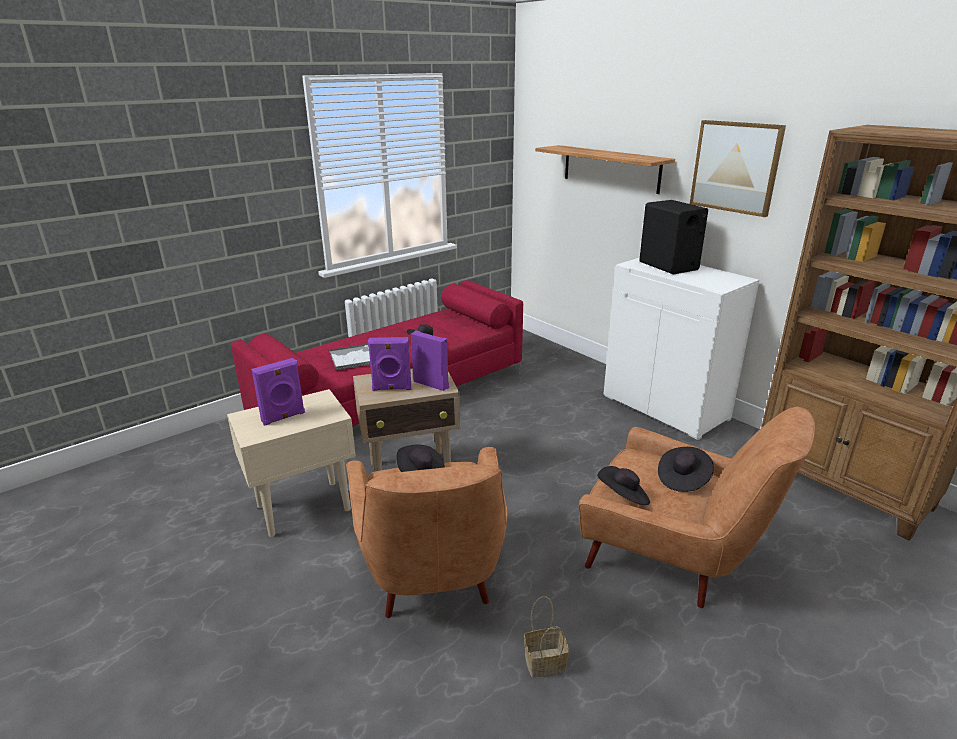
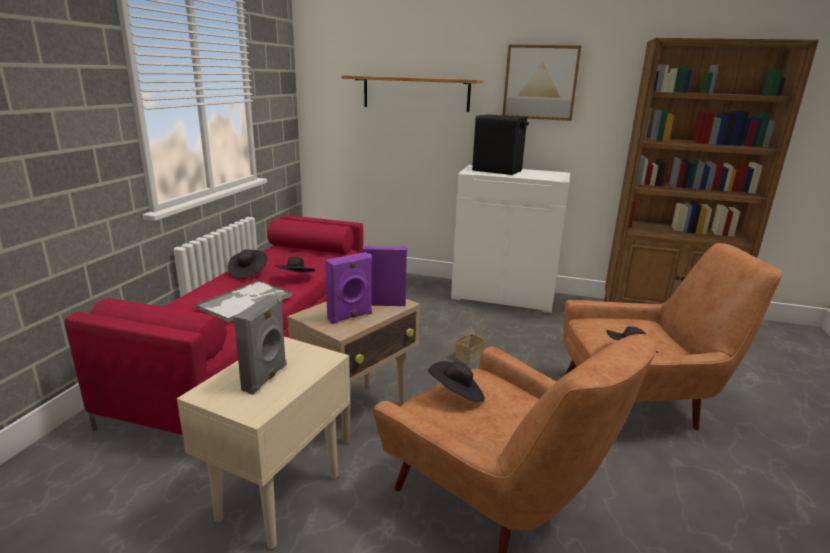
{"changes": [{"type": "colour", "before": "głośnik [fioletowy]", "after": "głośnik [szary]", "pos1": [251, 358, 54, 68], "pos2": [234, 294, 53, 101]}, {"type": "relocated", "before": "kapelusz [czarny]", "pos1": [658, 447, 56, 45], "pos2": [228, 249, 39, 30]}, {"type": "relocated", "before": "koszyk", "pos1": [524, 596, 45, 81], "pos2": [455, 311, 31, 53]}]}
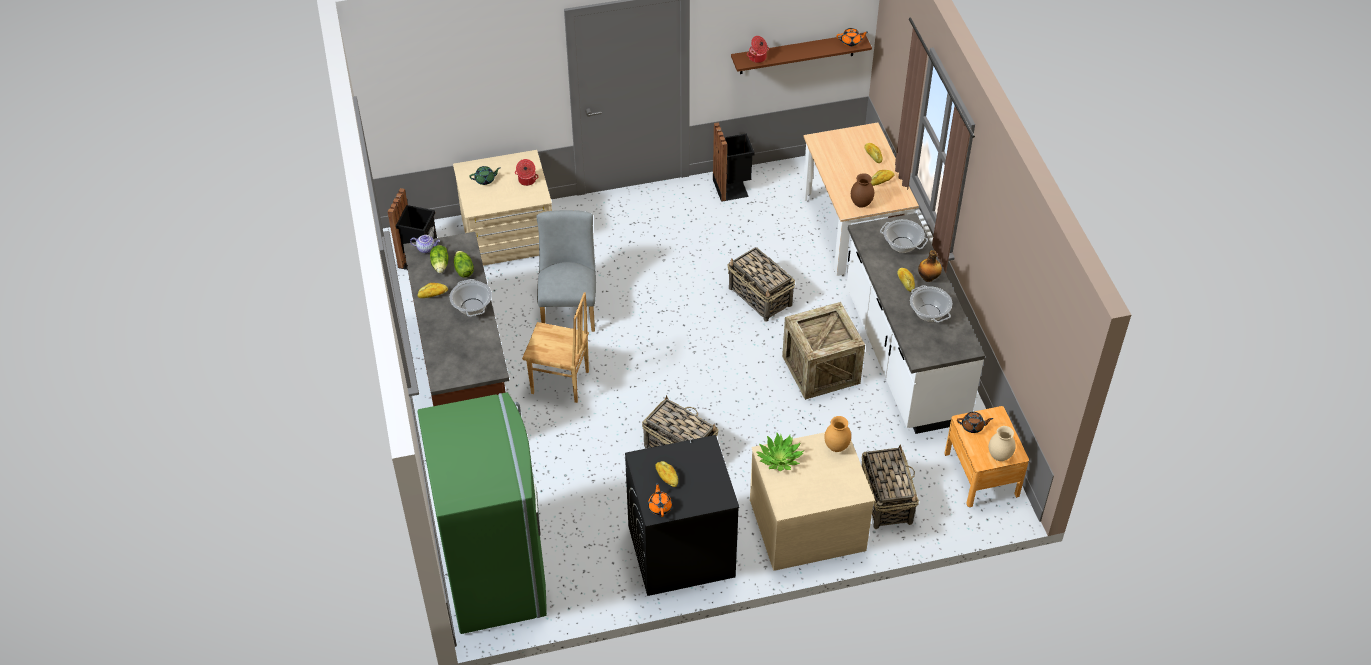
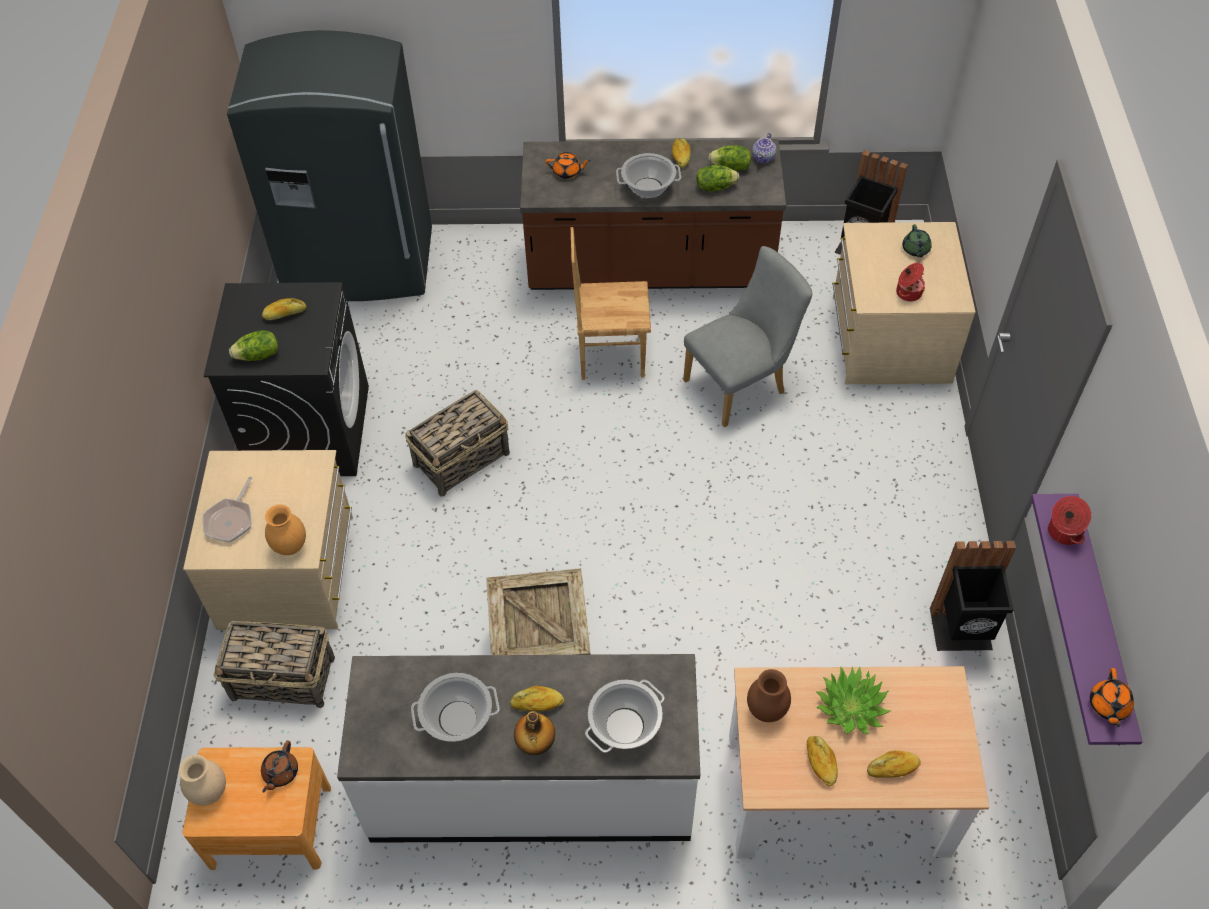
{"changes": [{"type": "colour", "before": "półka [brązowy]", "after": "półka [fioletowy]", "pos1": [731, 33, 141, 41], "pos2": [1031, 494, 112, 251]}, {"type": "spun", "before": "krzesło [szary]", "pos1": [536, 210, 60, 122], "pos2": [683, 246, 129, 181], "turn": -45}, {"type": "missing", "before": "koszyk", "pos1": [727, 247, 68, 75]}, {"type": "spun", "before": "krzesło [brązowy]", "pos1": [522, 292, 67, 111], "pos2": [571, 227, 80, 153], "turn": 60}, {"type": "colour", "before": "lodówka [zielony]", "after": "lodówka [szary]", "pos1": [417, 392, 130, 242], "pos2": [227, 30, 205, 271]}, {"type": "relocated", "before": "roślina doniczkowa", "pos1": [756, 433, 47, 39], "pos2": [816, 666, 75, 69]}, {"type": "relocated", "before": "imbryk [pomarańczowy]", "pos1": [648, 482, 24, 35], "pos2": [545, 152, 45, 27]}, {"type": "appeared", "after": "sałata", "pos2": [229, 330, 49, 31]}, {"type": "appeared", "after": "patelnia", "pos2": [203, 476, 49, 66]}]}
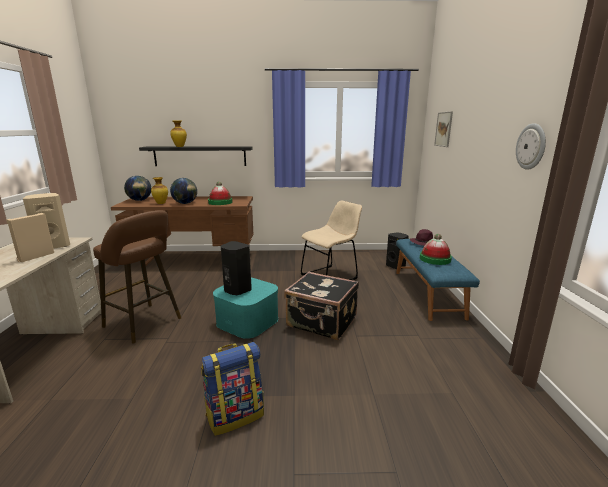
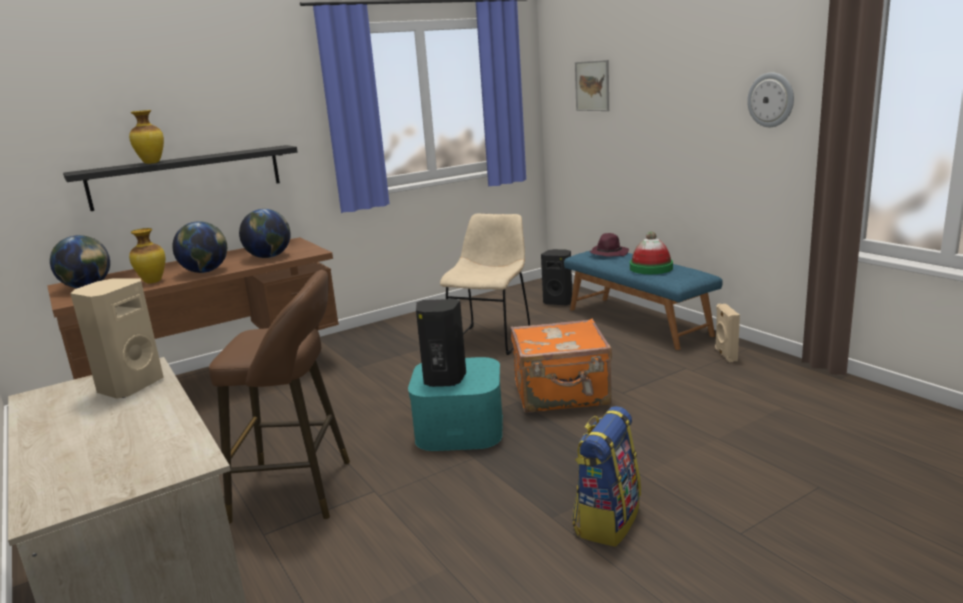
{"changes": [{"type": "exchanged", "before": "kapelusz", "after": "globus", "pos1": [208, 181, 25, 24], "pos2": [239, 209, 52, 49]}, {"type": "relocated", "before": "głośnik [beżowy]", "pos1": [6, 213, 48, 49], "pos2": [715, 304, 25, 58]}, {"type": "colour", "before": "walizka [czarny]", "after": "walizka [pomarańczowy]", "pos1": [284, 272, 75, 68], "pos2": [511, 319, 101, 94]}]}
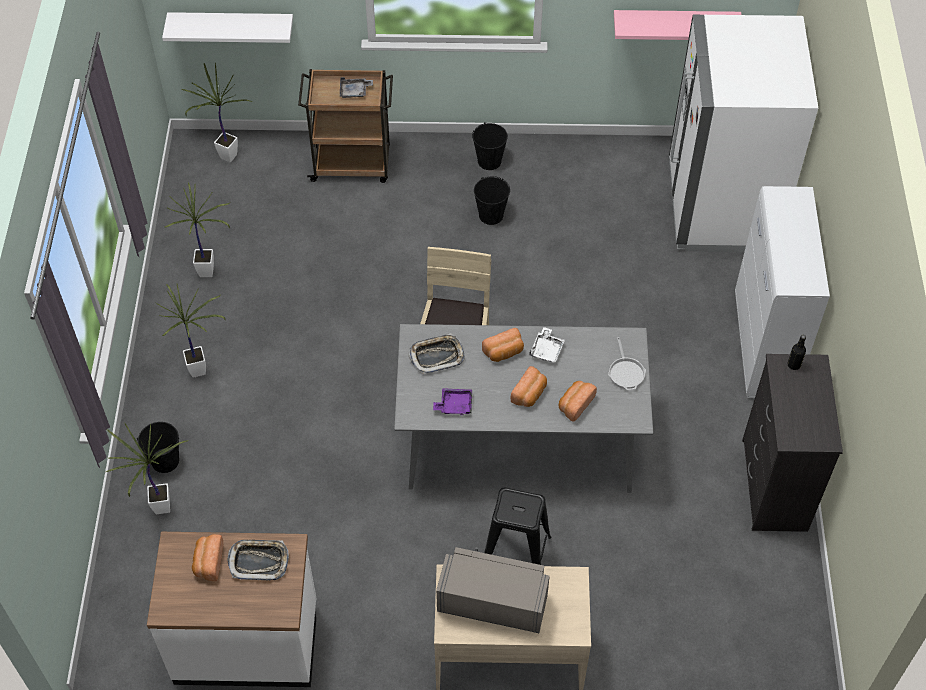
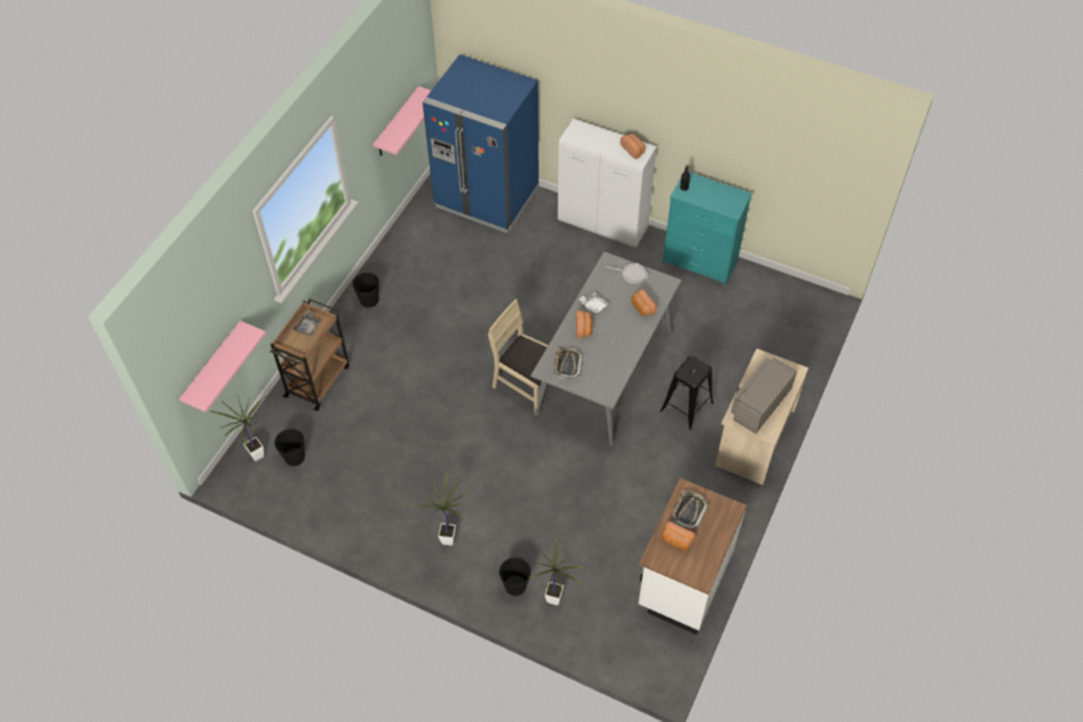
{"changes": [{"type": "colour", "before": "półka [biały]", "after": "półka [różowy]", "pos1": [162, 12, 131, 31], "pos2": [179, 321, 87, 91]}, {"type": "colour", "before": "lodówka [biały]", "after": "lodówka [niebieski]", "pos1": [669, 15, 149, 237], "pos2": [423, 55, 116, 178]}, {"type": "relocated", "before": "wiadro [czarny]", "pos1": [474, 176, 36, 49], "pos2": [274, 428, 31, 38]}, {"type": "missing", "before": "roślina doniczkowa", "pos1": [165, 183, 65, 94]}, {"type": "colour", "before": "komoda [czarny]", "after": "komoda [turkusowy]", "pos1": [742, 354, 101, 178], "pos2": [663, 172, 89, 114]}, {"type": "relocated", "before": "chleb", "pos1": [511, 366, 36, 41], "pos2": [620, 134, 26, 25]}, {"type": "missing", "before": "taca [fioletowy]", "pos1": [433, 388, 39, 27]}]}
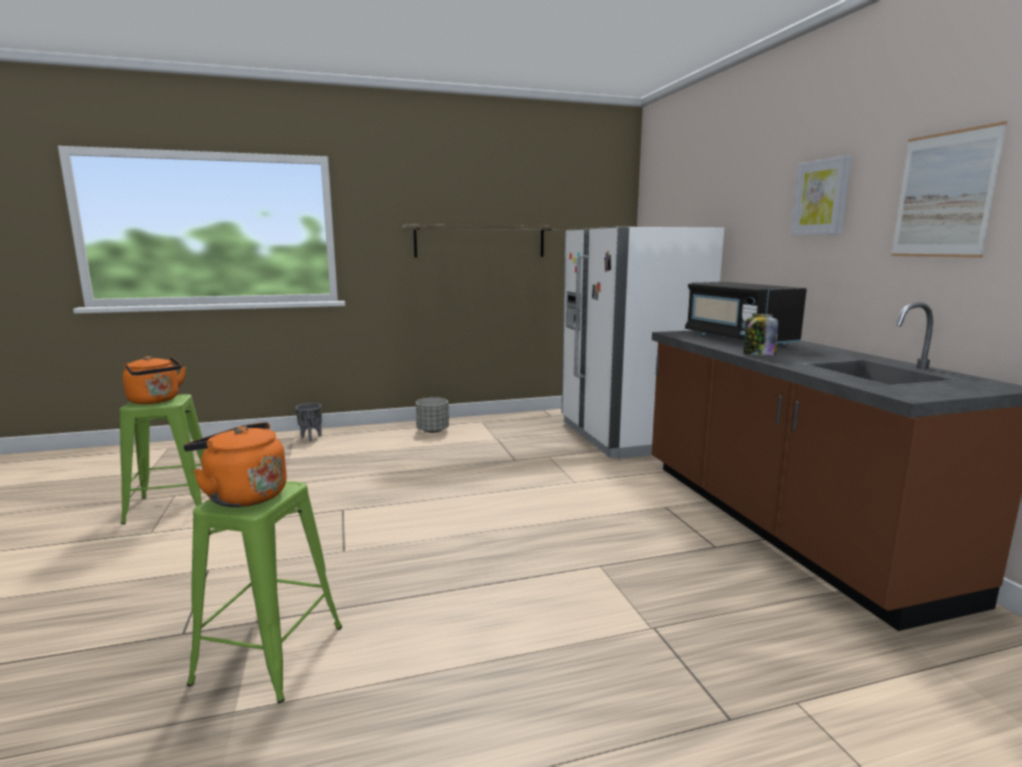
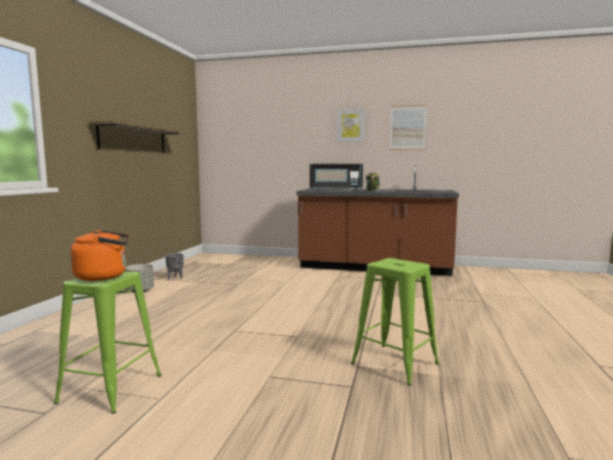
{"changes": [{"type": "missing", "before": "lodówka [biały]", "pos1": [562, 227, 162, 232]}, {"type": "relocated", "before": "donica [szary]", "pos1": [296, 403, 26, 39], "pos2": [165, 253, 18, 26]}, {"type": "missing", "before": "czajnik [pomarańczowy]", "pos1": [183, 422, 104, 85]}]}
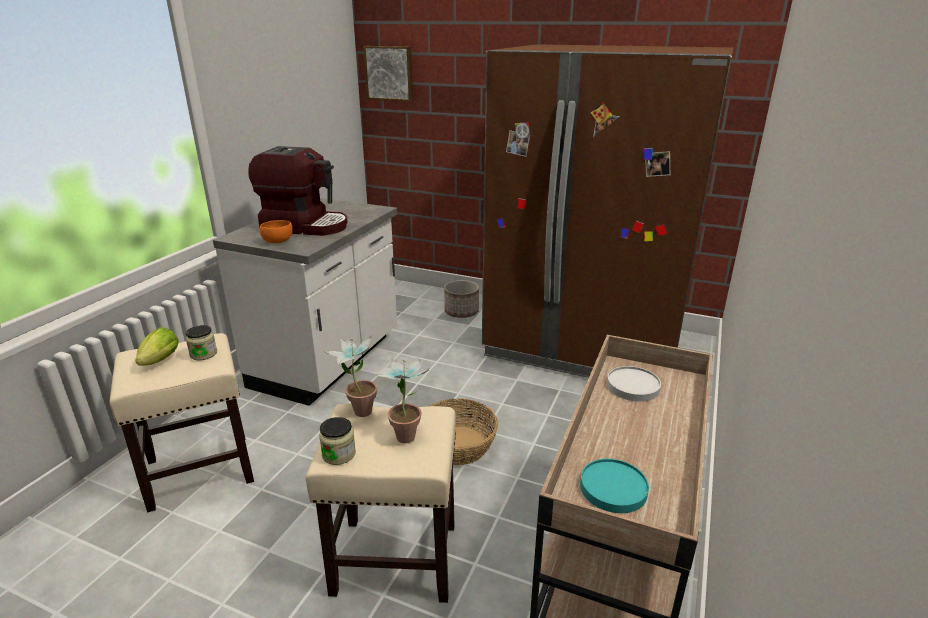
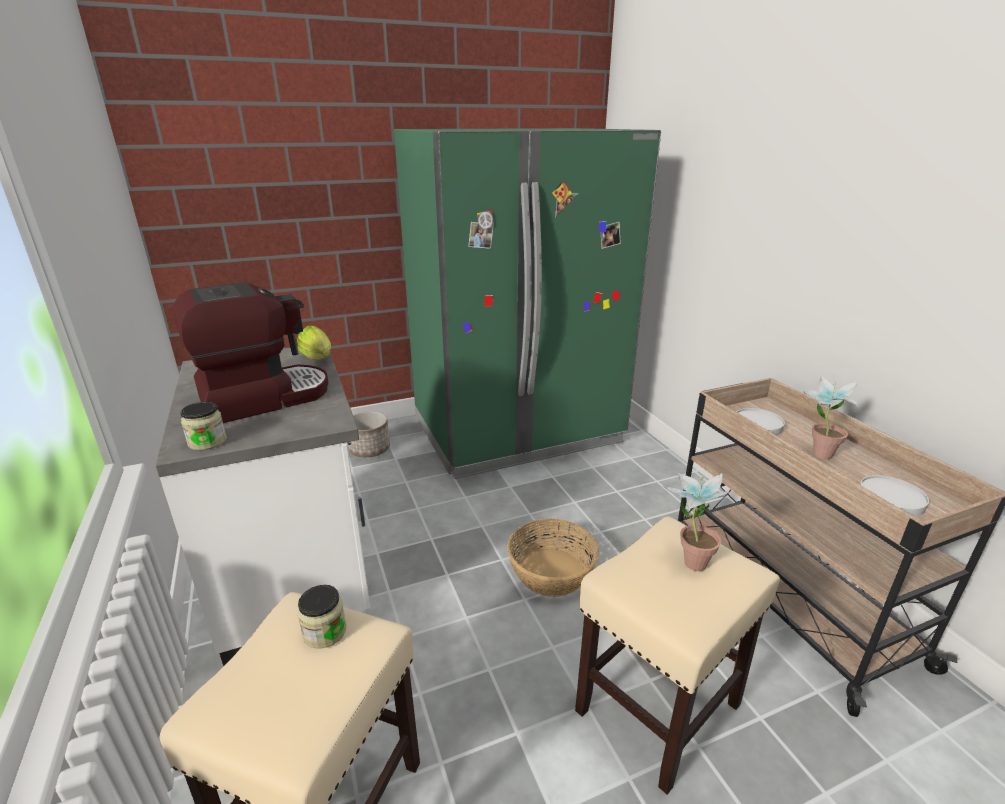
{"changes": [{"type": "colour", "before": "lodówka [brązowy]", "after": "lodówka [zielony]", "pos1": [482, 44, 252, 334], "pos2": [394, 128, 267, 351]}, {"type": "missing", "before": "obraz", "pos1": [363, 46, 50, 56]}, {"type": "missing", "before": "miska [pomarańczowy]", "pos1": [260, 220, 33, 23]}, {"type": "relocated", "before": "sałata", "pos1": [135, 327, 44, 39], "pos2": [297, 326, 34, 34]}, {"type": "relocated", "before": "roślina doniczkowa", "pos1": [323, 335, 55, 82], "pos2": [804, 376, 54, 83]}, {"type": "relocated", "before": "słoik", "pos1": [319, 417, 37, 48], "pos2": [180, 402, 47, 49]}, {"type": "colour", "before": "talerz [turkusowy]", "after": "talerz [biały]", "pos1": [580, 459, 69, 54], "pos2": [860, 475, 69, 42]}]}
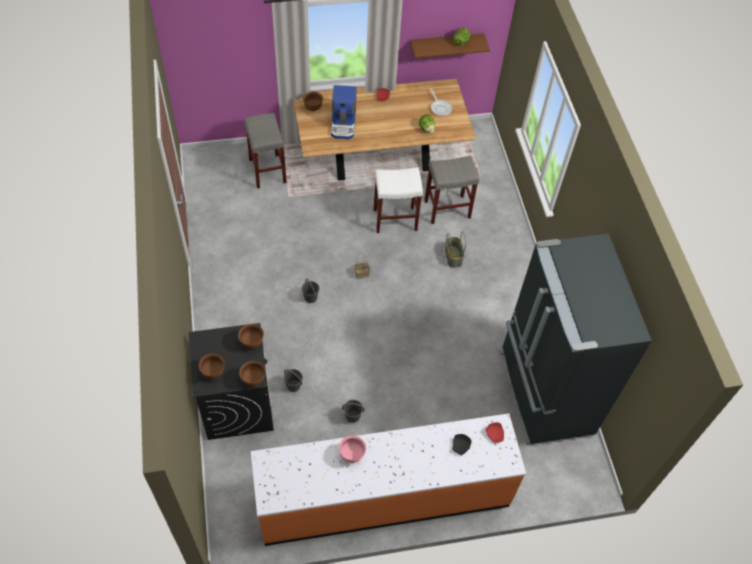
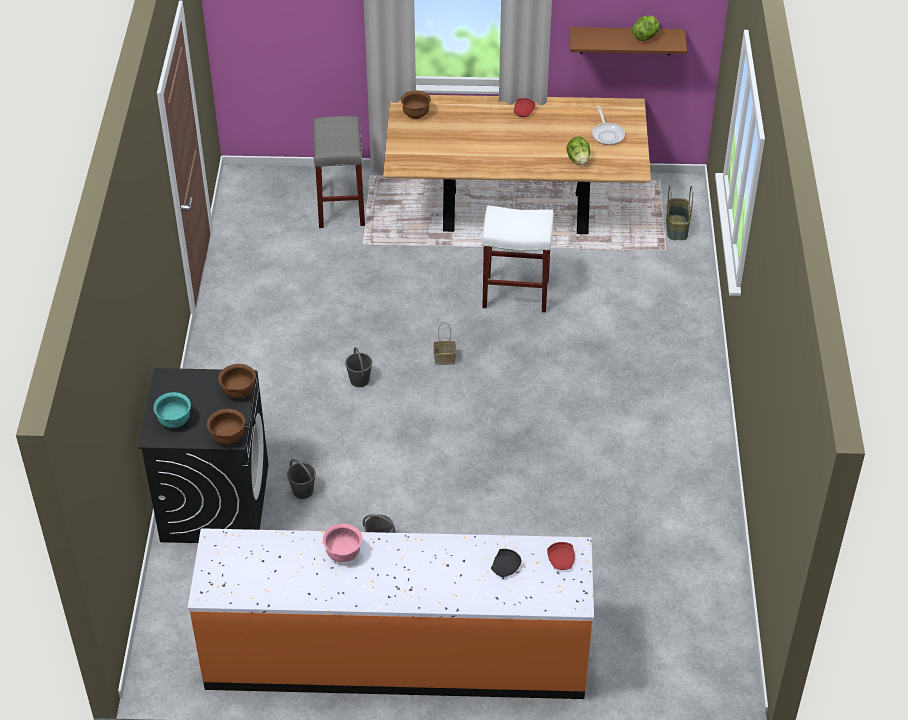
{"changes": [{"type": "missing", "before": "ekspres do kawy", "pos1": [331, 85, 26, 55]}, {"type": "missing", "before": "stołek [szary]", "pos1": [424, 156, 55, 68]}, {"type": "relocated", "before": "koszyk", "pos1": [445, 231, 21, 37], "pos2": [666, 185, 27, 55]}, {"type": "missing", "before": "lodówka [czarny]", "pos1": [499, 234, 153, 211]}, {"type": "colour", "before": "miska [brązowy]", "after": "miska [turkusowy]", "pos1": [199, 353, 26, 26], "pos2": [153, 392, 38, 36]}]}
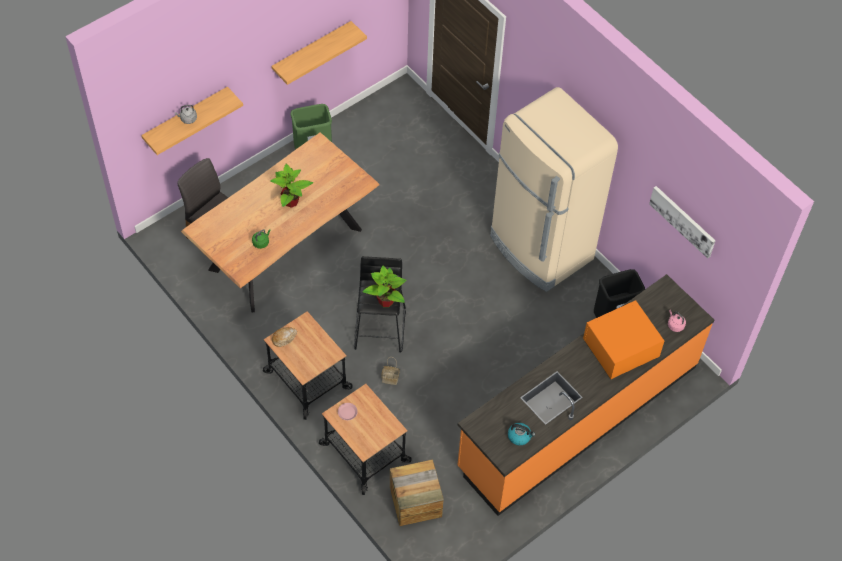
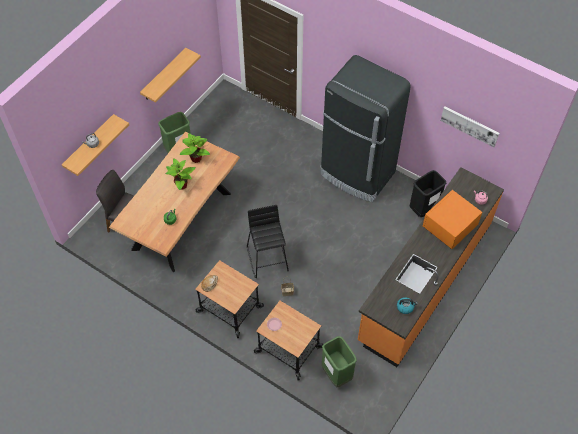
{"changes": [{"type": "colour", "before": "lodówka [beżowy]", "after": "lodówka [czarny]", "pos1": [490, 87, 128, 205], "pos2": [320, 55, 91, 147]}, {"type": "relocated", "before": "roślina doniczkowa", "pos1": [363, 266, 44, 41], "pos2": [179, 133, 31, 30]}, {"type": "exchanged", "before": "skrzynka", "after": "kosz na śmieci [zielony]", "pos1": [390, 459, 54, 67], "pos2": [322, 336, 35, 51]}]}
